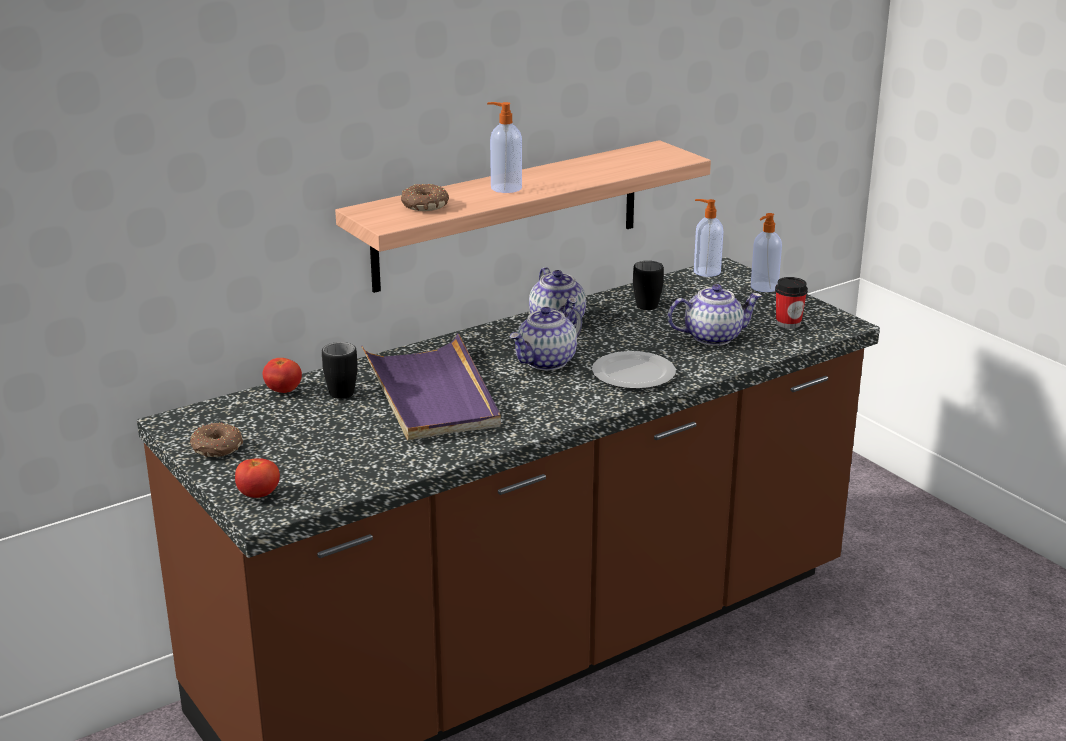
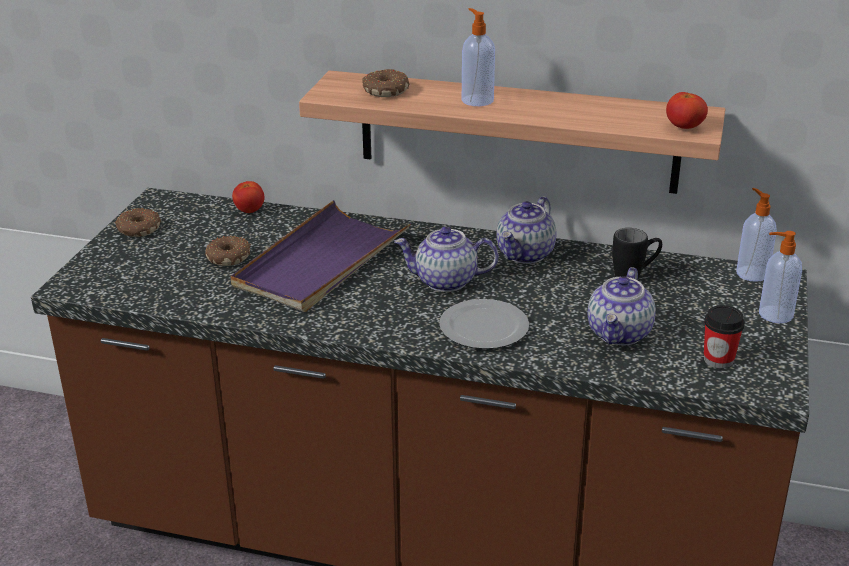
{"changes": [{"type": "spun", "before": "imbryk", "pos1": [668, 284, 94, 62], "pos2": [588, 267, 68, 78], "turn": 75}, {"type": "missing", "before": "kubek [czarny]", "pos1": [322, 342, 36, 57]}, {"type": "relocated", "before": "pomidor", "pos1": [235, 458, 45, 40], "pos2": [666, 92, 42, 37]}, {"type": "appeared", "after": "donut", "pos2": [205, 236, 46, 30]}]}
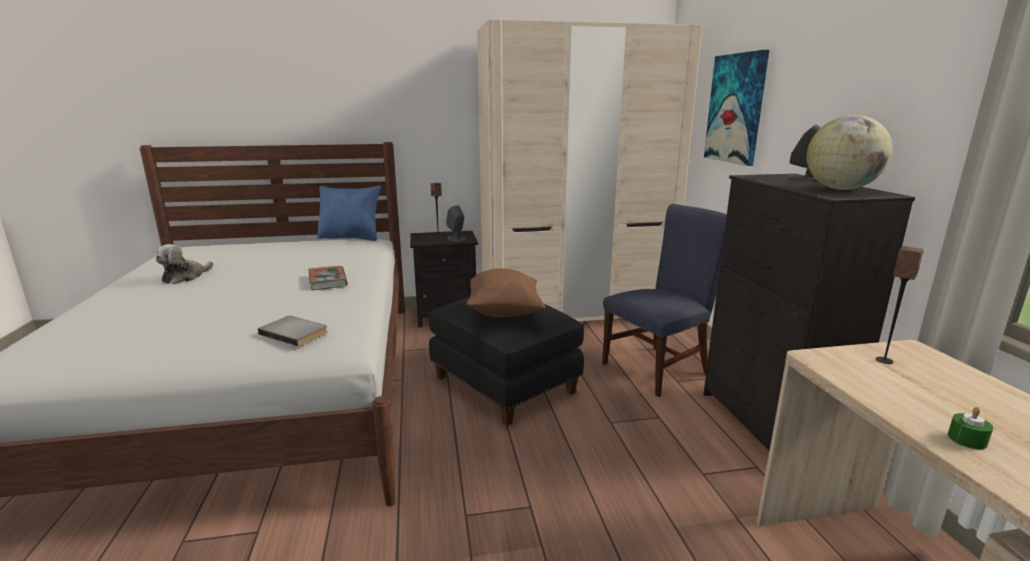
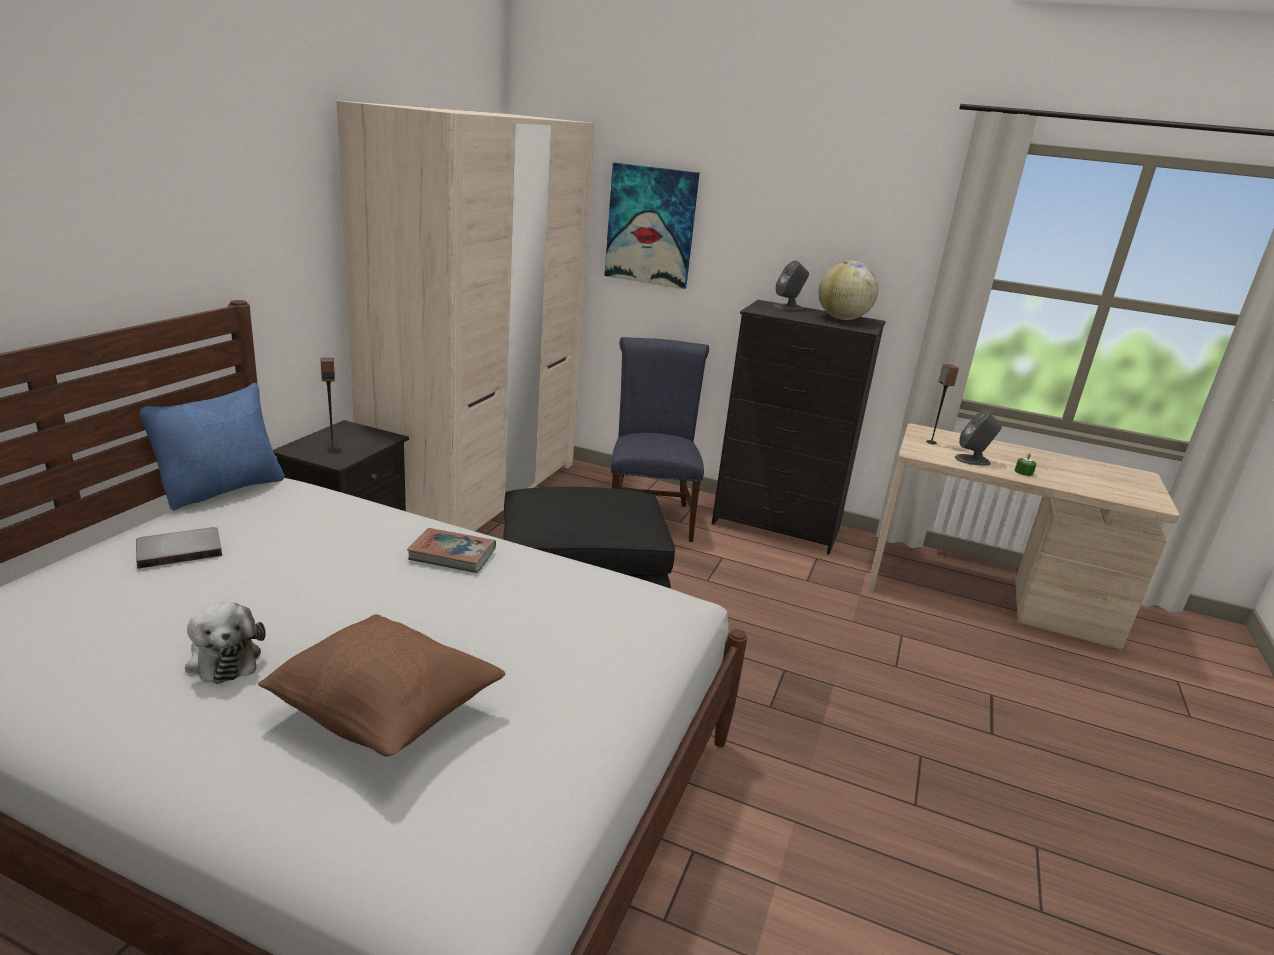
{"changes": [{"type": "relocated", "before": "głośnik [szary]", "pos1": [446, 205, 20, 37], "pos2": [955, 411, 47, 55]}, {"type": "relocated", "before": "poduszka [brązowy]", "pos1": [466, 268, 80, 49], "pos2": [258, 614, 248, 143]}, {"type": "relocated", "before": "książka [szary]", "pos1": [258, 316, 70, 30], "pos2": [136, 527, 86, 42]}]}
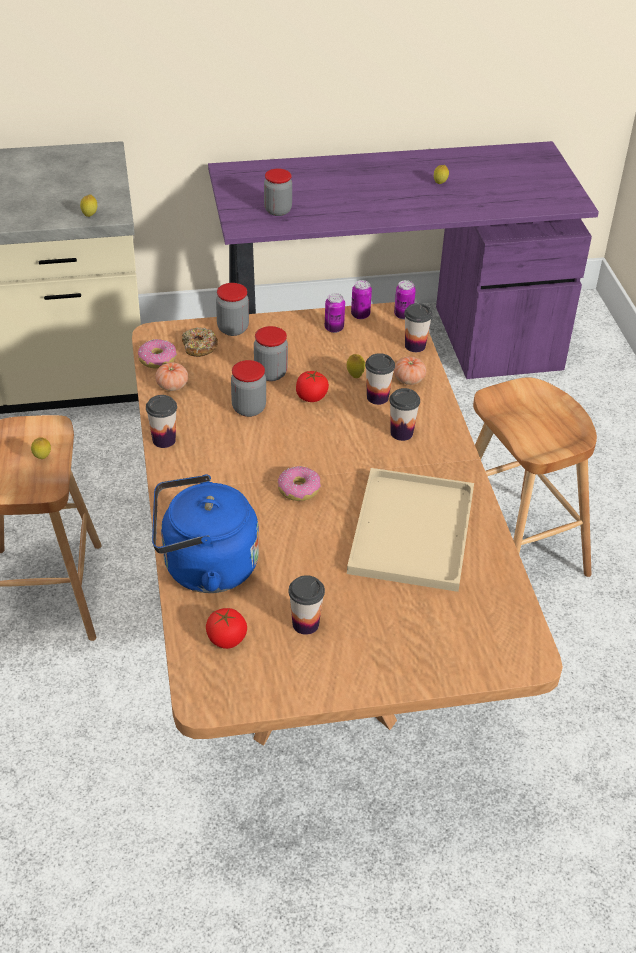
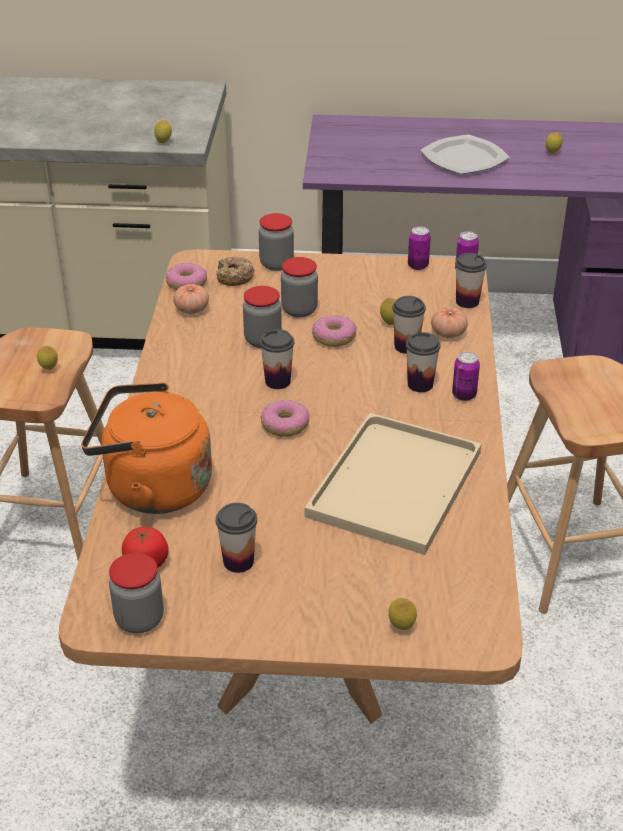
{"changes": [{"type": "relocated", "before": "słoik", "pos1": [264, 169, 28, 47], "pos2": [109, 553, 55, 80]}, {"type": "relocated", "before": "puszka", "pos1": [325, 293, 20, 40], "pos2": [452, 352, 28, 49]}, {"type": "exchanged", "before": "pomidor", "after": "donut", "pos1": [296, 371, 33, 31], "pos2": [312, 315, 45, 32]}, {"type": "relocated", "before": "filiżanka", "pos1": [146, 395, 31, 53], "pos2": [260, 329, 34, 60]}, {"type": "colour", "before": "czajnik [niebieski]", "after": "czajnik [pomarańczowy]", "pos1": [152, 475, 107, 118], "pos2": [81, 382, 131, 132]}, {"type": "appeared", "after": "talerz", "pos2": [421, 135, 89, 39]}, {"type": "appeared", "after": "cytryna", "pos2": [388, 598, 29, 32]}]}
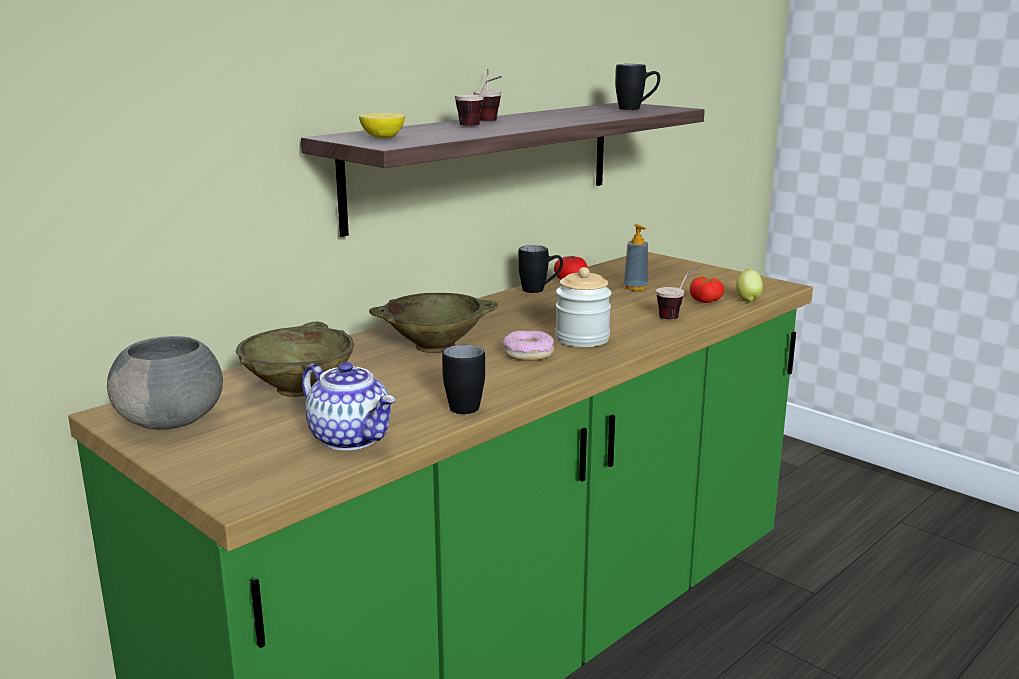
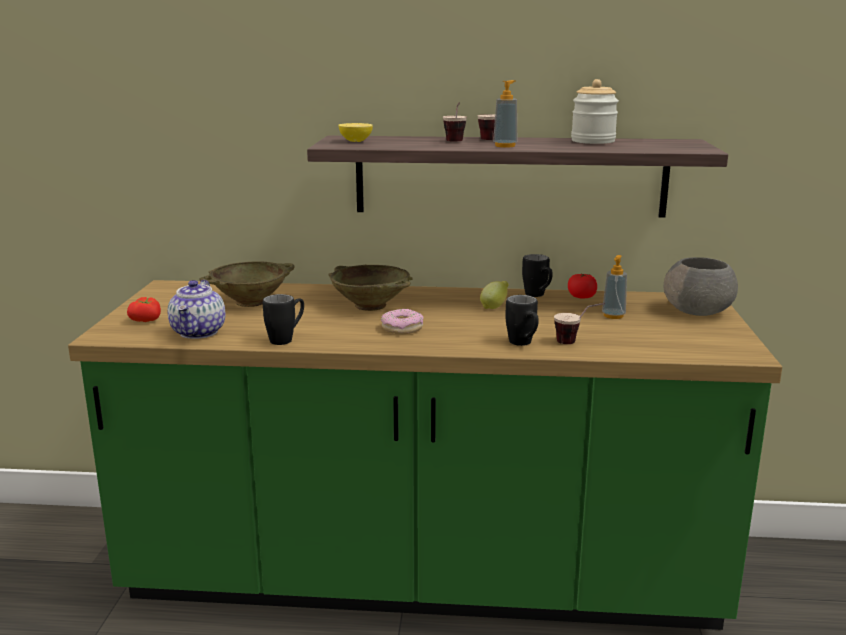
{"changes": [{"type": "relocated", "before": "kubek [czarny]", "pos1": [615, 64, 45, 46], "pos2": [505, 295, 34, 51]}, {"type": "relocated", "before": "słoik", "pos1": [555, 267, 57, 80], "pos2": [571, 79, 48, 65]}, {"type": "relocated", "before": "cytryna", "pos1": [736, 268, 27, 34], "pos2": [480, 281, 29, 28]}, {"type": "relocated", "before": "pomidor", "pos1": [690, 277, 34, 26], "pos2": [127, 297, 34, 25]}, {"type": "relocated", "before": "miska [szary]", "pos1": [107, 336, 116, 94], "pos2": [664, 257, 74, 59]}, {"type": "appeared", "after": "dozownik mydła", "pos2": [493, 80, 24, 68]}]}
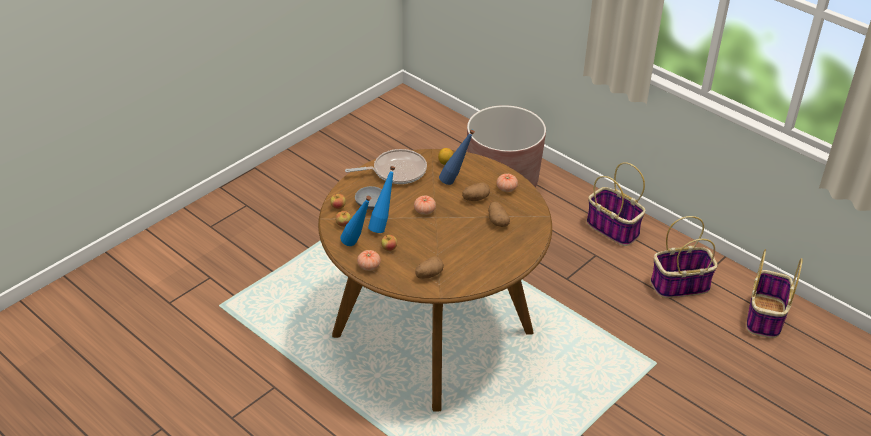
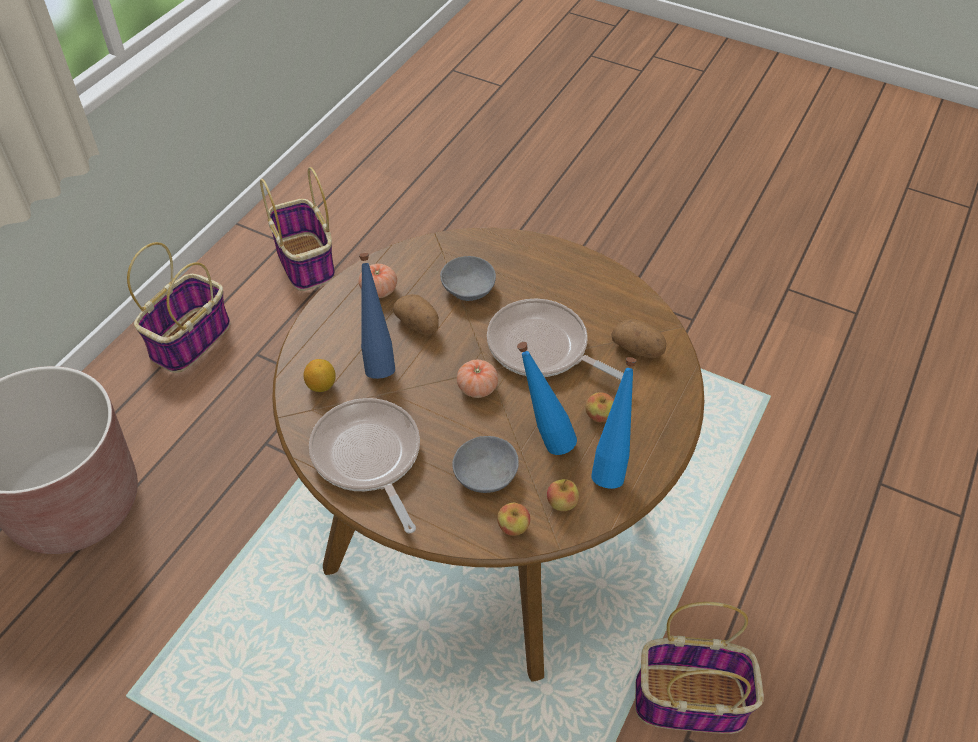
{"changes": [{"type": "exchanged", "before": "ziemniak", "after": "miska [szary]", "pos1": [488, 202, 22, 25], "pos2": [440, 256, 56, 45]}, {"type": "relocated", "before": "koszyk", "pos1": [746, 249, 57, 89], "pos2": [635, 602, 129, 132]}, {"type": "missing", "before": "pomidor", "pos1": [357, 250, 24, 21]}, {"type": "appeared", "after": "patelnia", "pos2": [487, 299, 137, 81]}]}
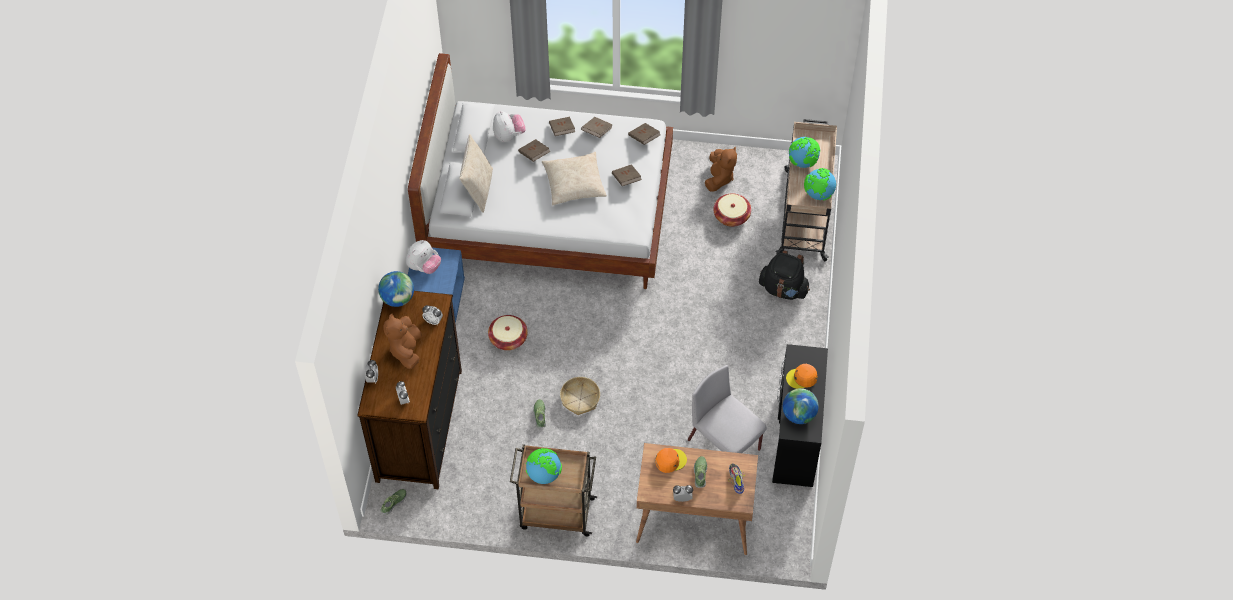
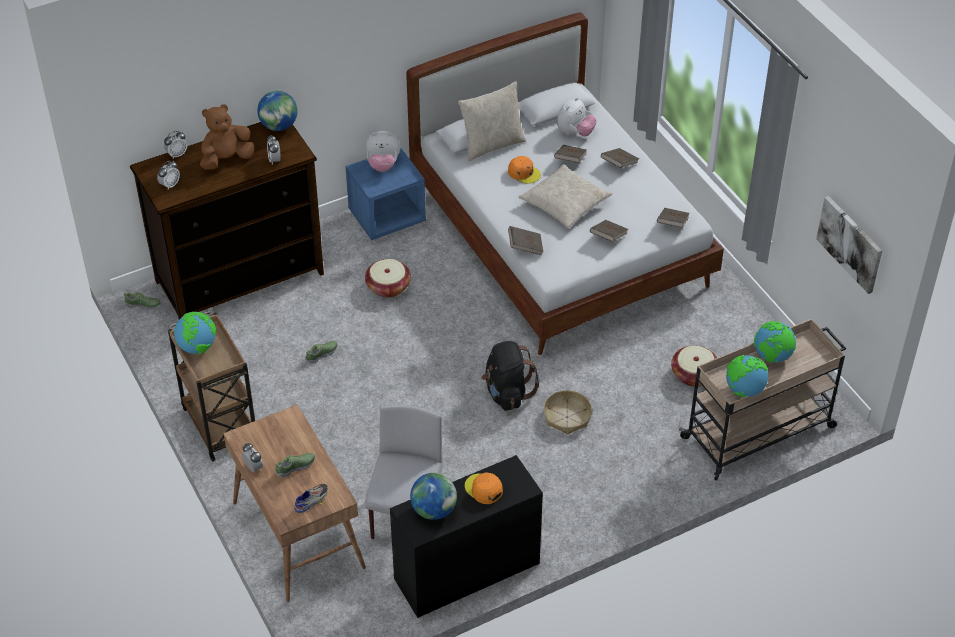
{"changes": [{"type": "relocated", "before": "książka [brązowy]", "pos1": [581, 117, 32, 21], "pos2": [508, 226, 36, 29]}, {"type": "missing", "before": "pluszak [brązowy]", "pos1": [705, 147, 32, 45]}, {"type": "relocated", "before": "plecak [czarny]", "pos1": [759, 250, 51, 50], "pos2": [482, 341, 58, 70]}, {"type": "relocated", "before": "koszyk", "pos1": [560, 377, 40, 38], "pos2": [543, 390, 49, 45]}, {"type": "relocated", "before": "czapka z daszkiem [pomarańczowy]", "pos1": [655, 448, 32, 25], "pos2": [508, 156, 33, 28]}, {"type": "appeared", "after": "obraz", "pos2": [816, 196, 66, 98]}]}
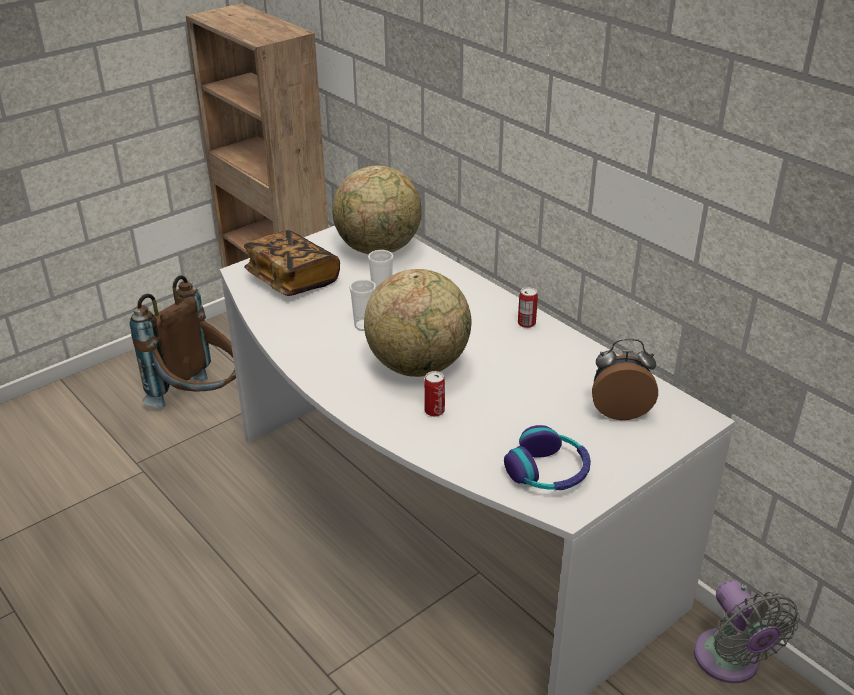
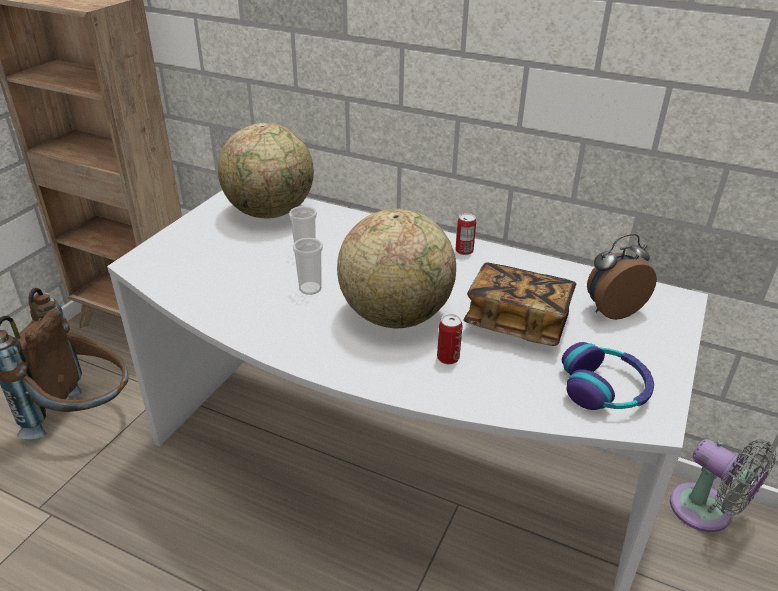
{"changes": [{"type": "relocated", "before": "książka", "pos1": [244, 230, 96, 66], "pos2": [463, 263, 113, 83]}]}
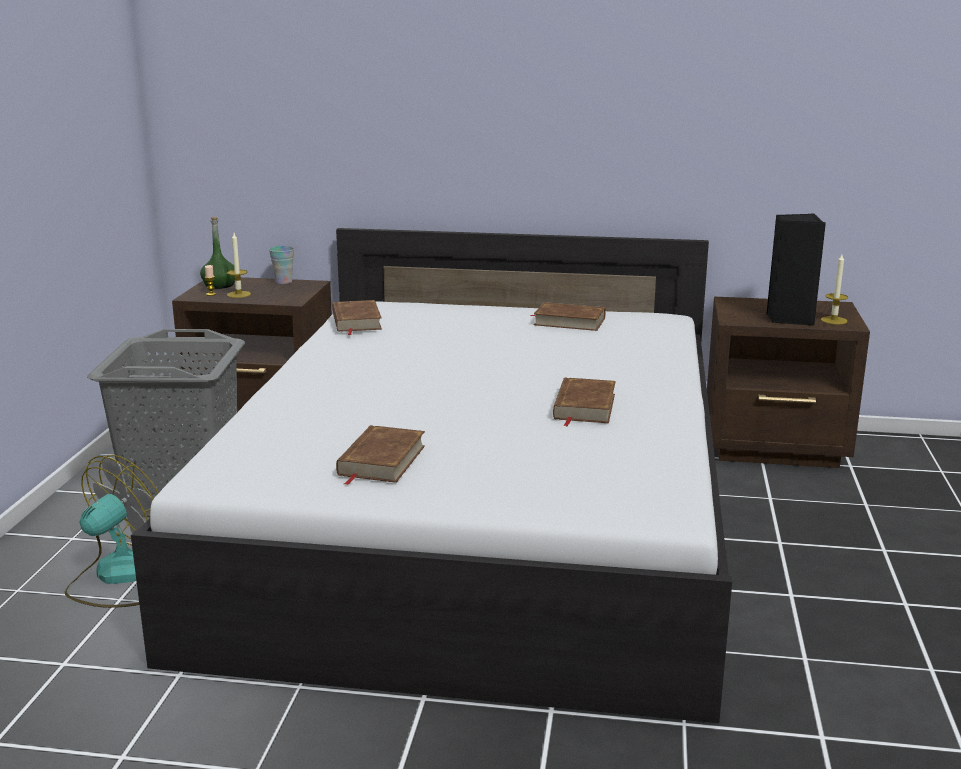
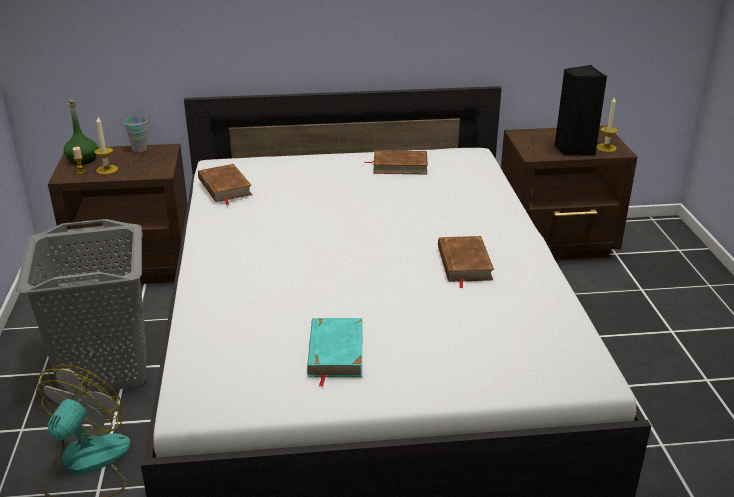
{"changes": [{"type": "colour", "before": "książka [brązowy]", "after": "książka [turkusowy]", "pos1": [336, 425, 89, 60], "pos2": [307, 318, 55, 69]}]}
